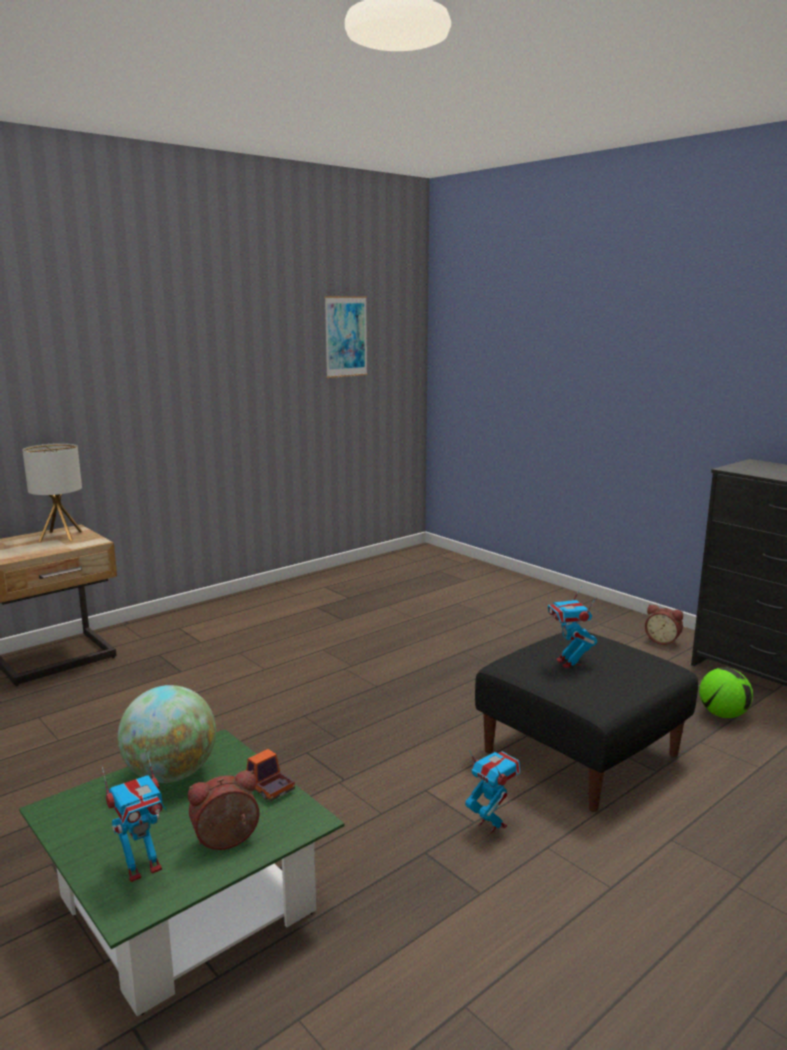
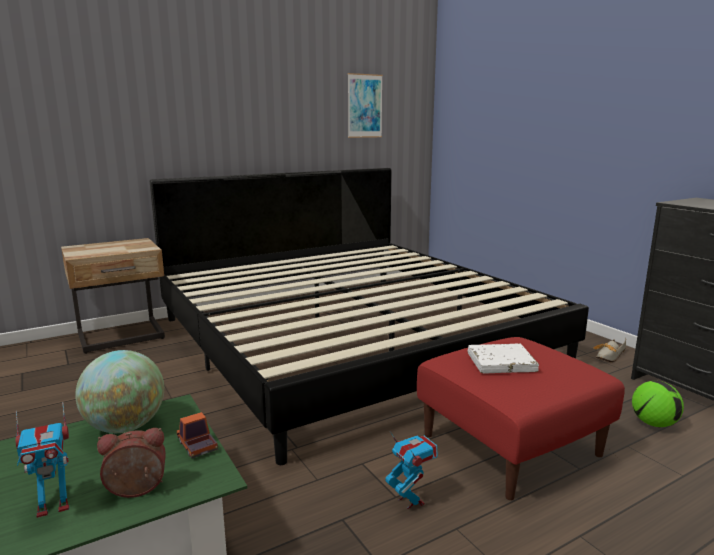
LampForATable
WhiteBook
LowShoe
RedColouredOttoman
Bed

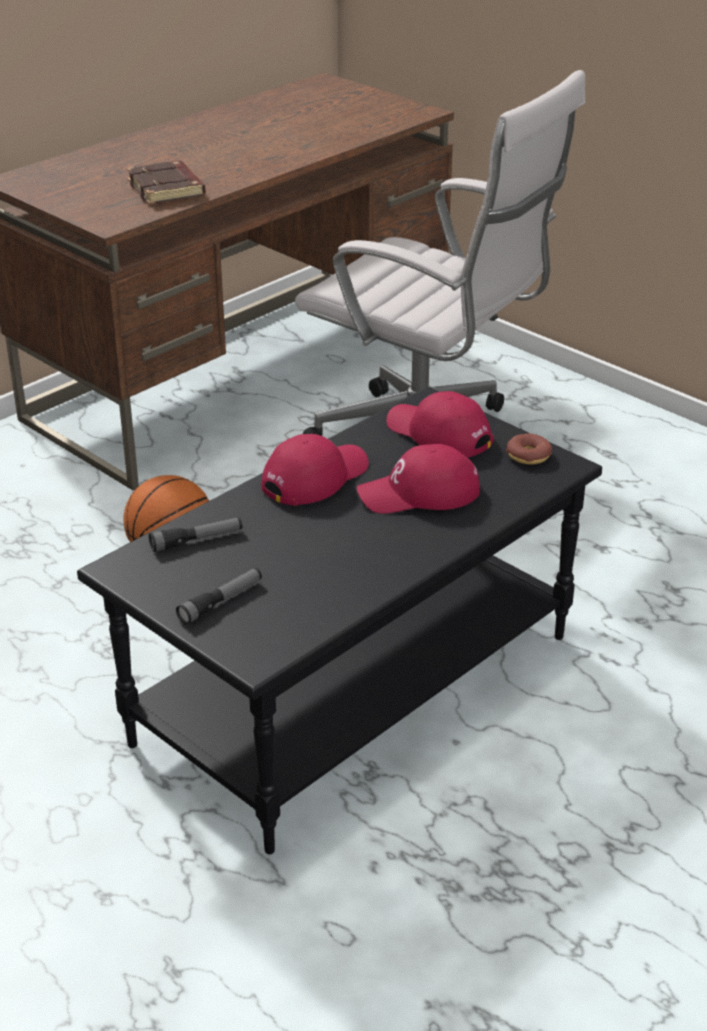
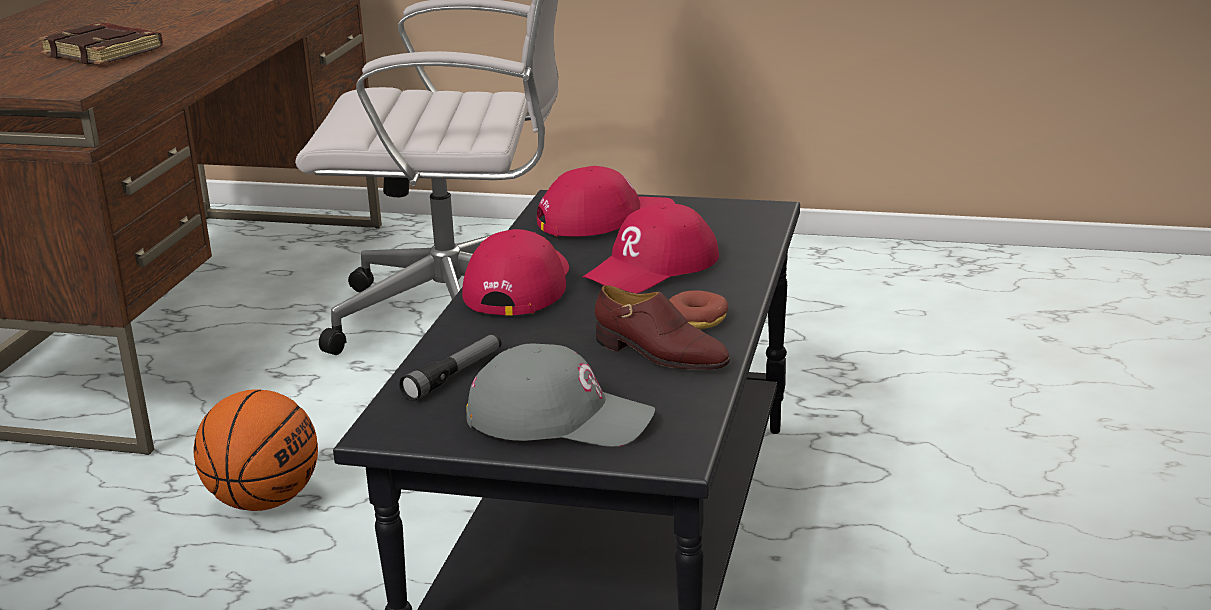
RedColouredCap (no. 2 from left)
Donut
GreyCap
BrownishLowShoe

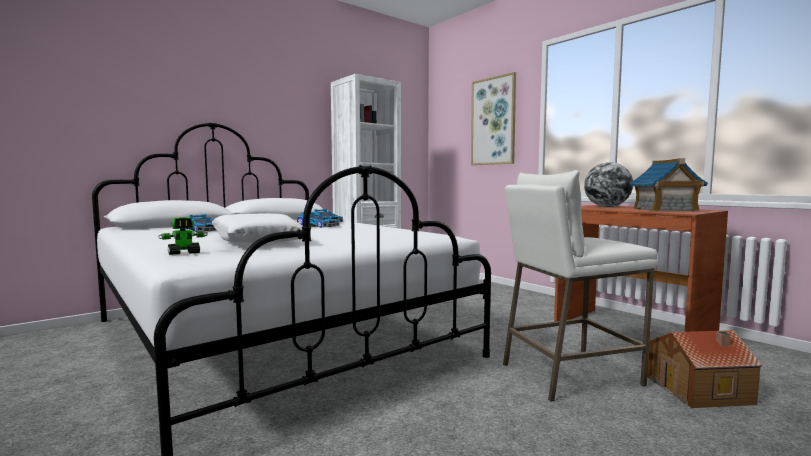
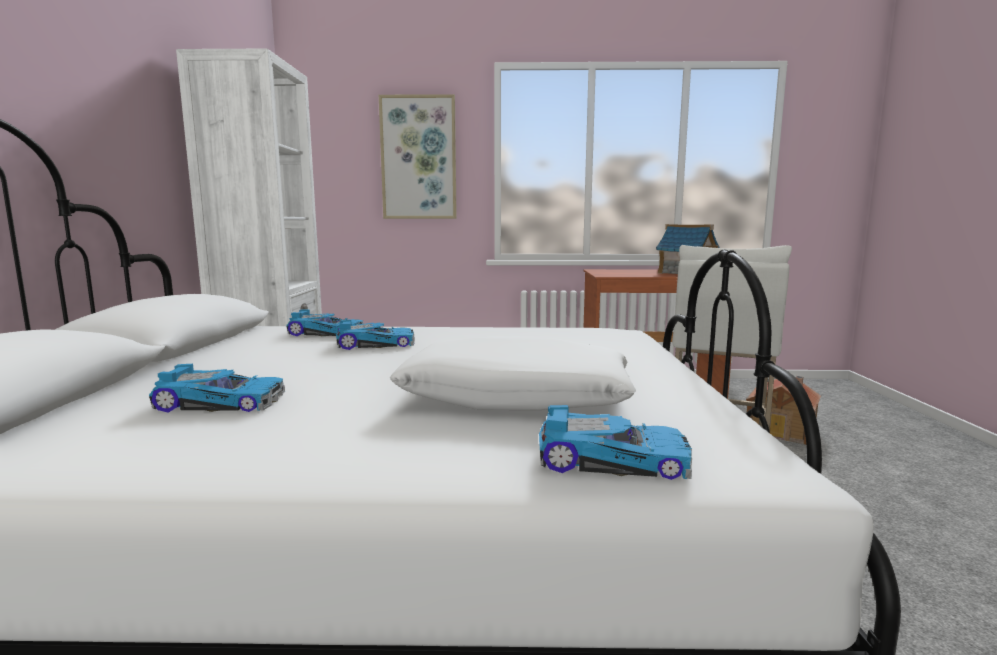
DeskGlobe
MiniatureCar (no. 4 from left)

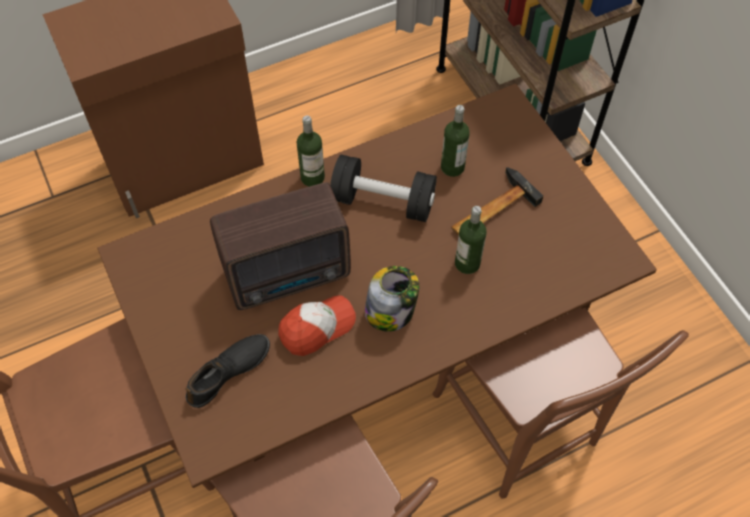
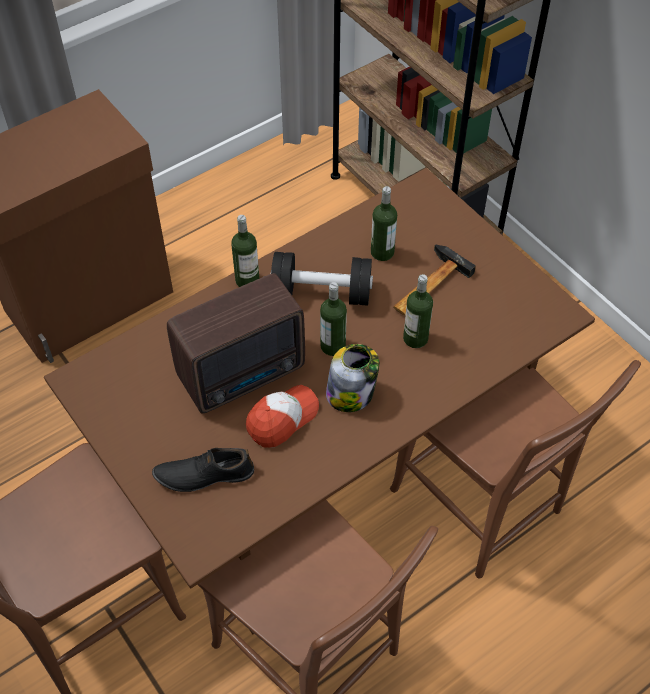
BlackColouredLowShoe
Bottle (no. 2 from left)

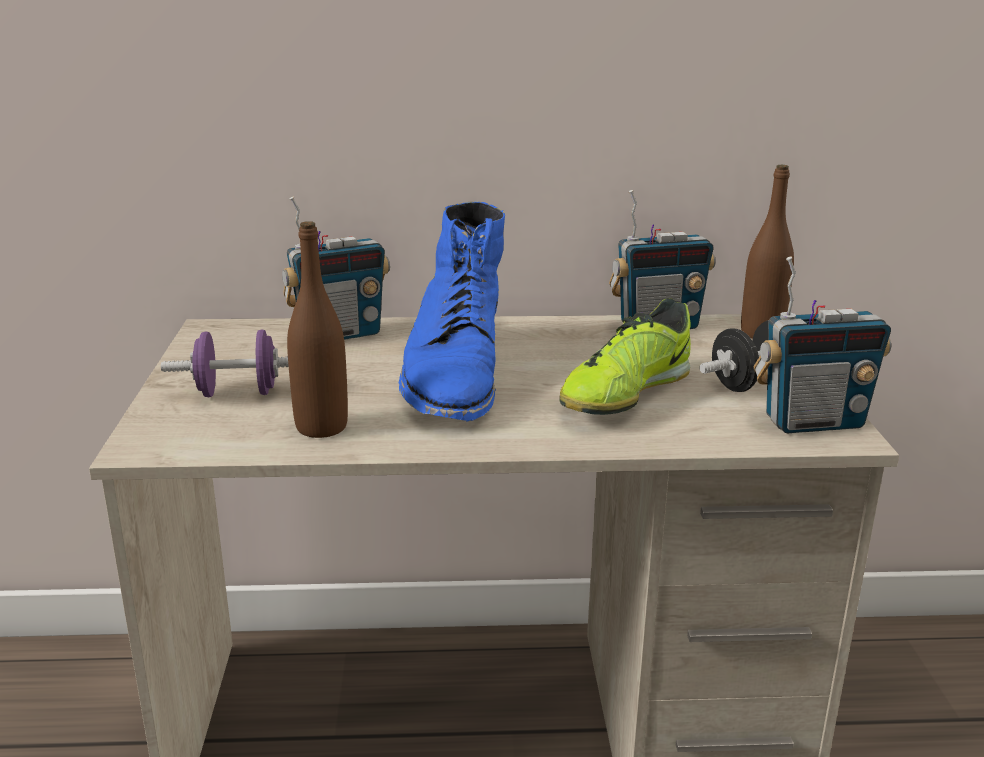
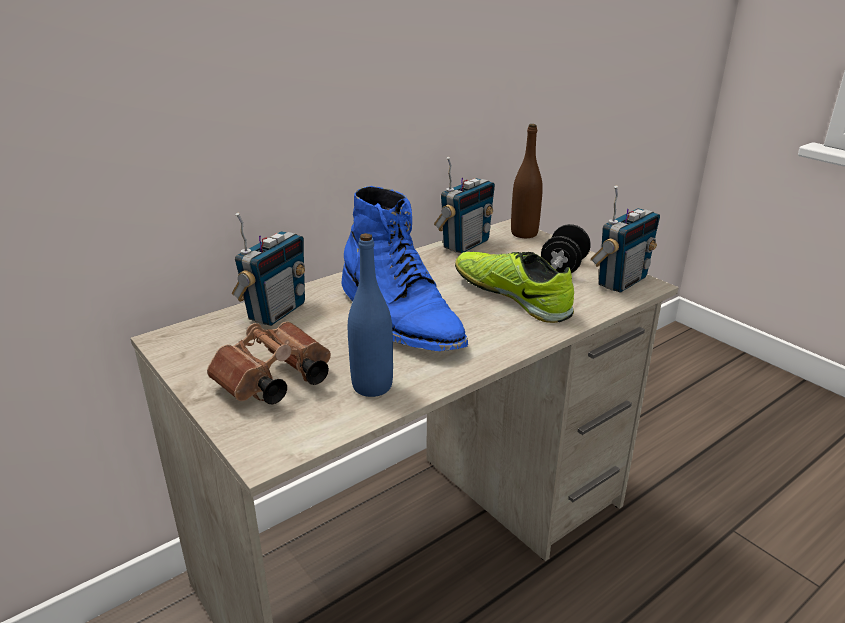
BluishBottle
LowShoe
BrownishPairOfBinoculars

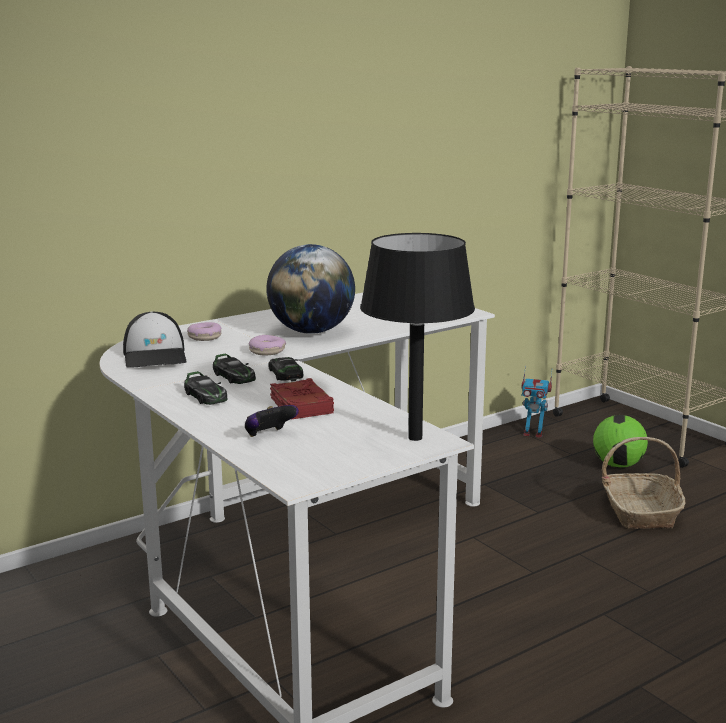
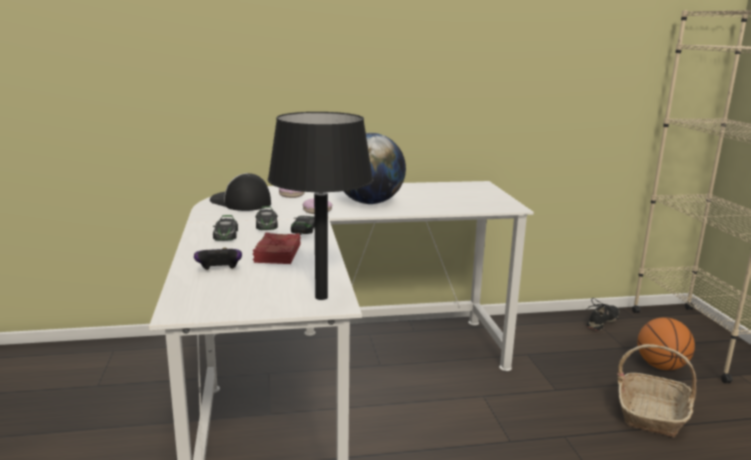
Cap
BlackColouredLowShoe
BallForBasketball

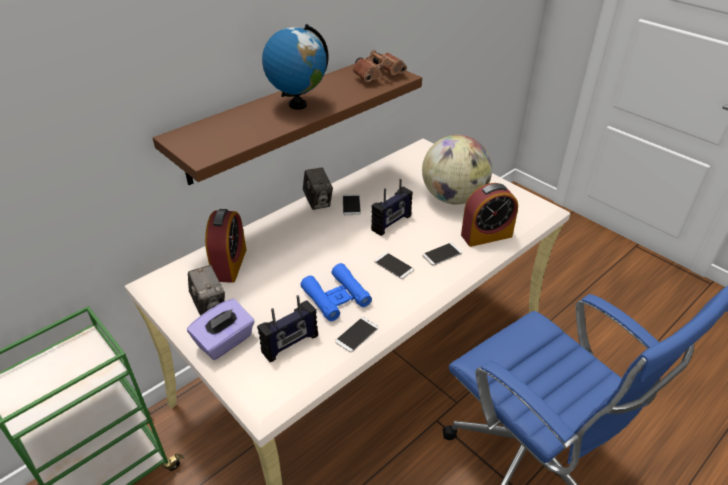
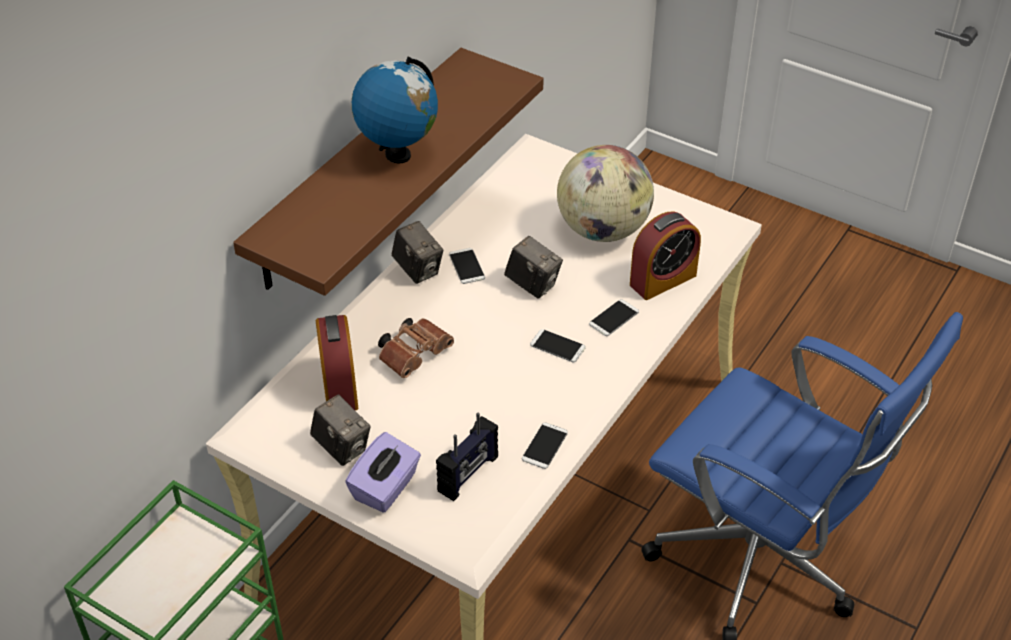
BrownishPairOfBinoculars
StillCamera (no. 3 from left)
BluishPairOfBinoculars

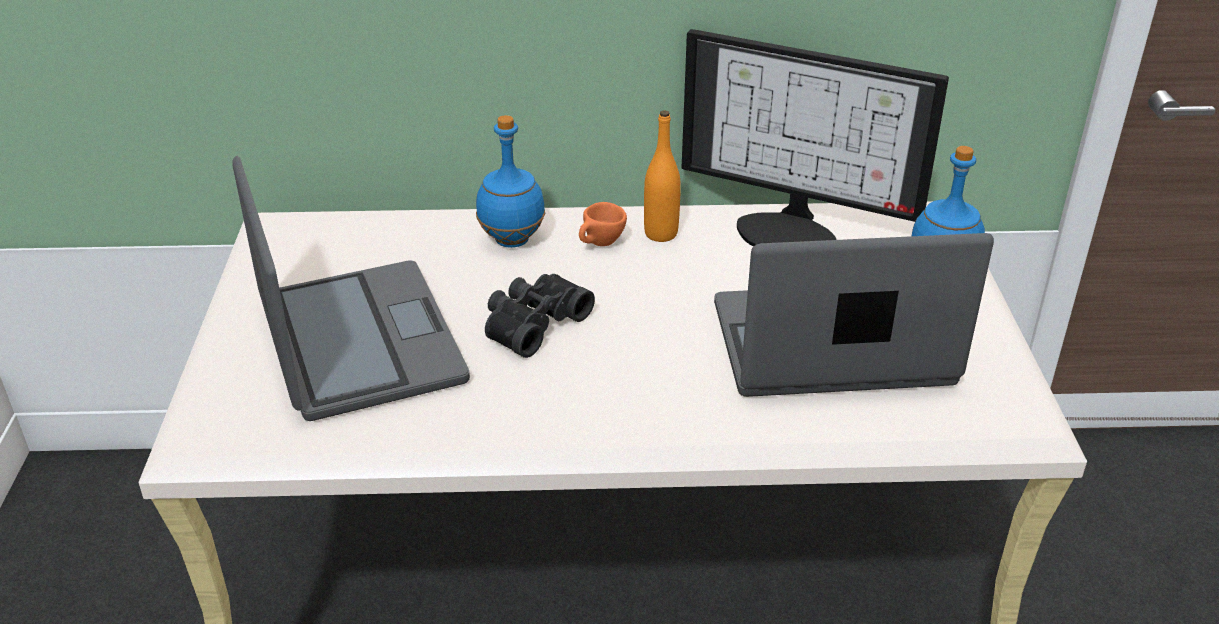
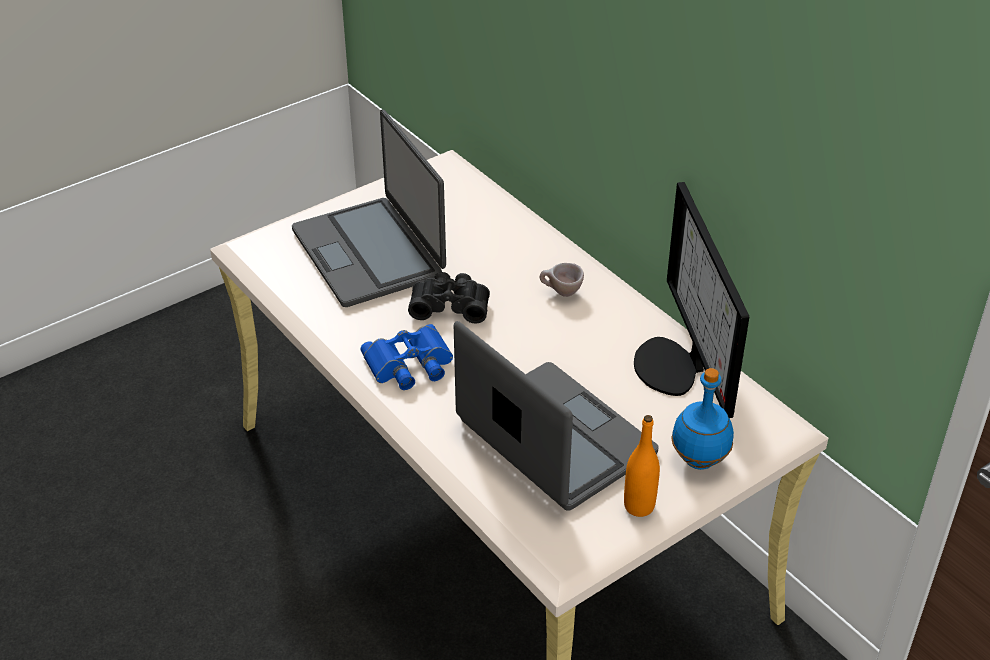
OrangeColouredBottle
BluishBottle (no. 1 from left in the first image)
NotebookComputer (no. 1 from left)
BeigeColouredSmallCup
BluishPairOfBinoculars

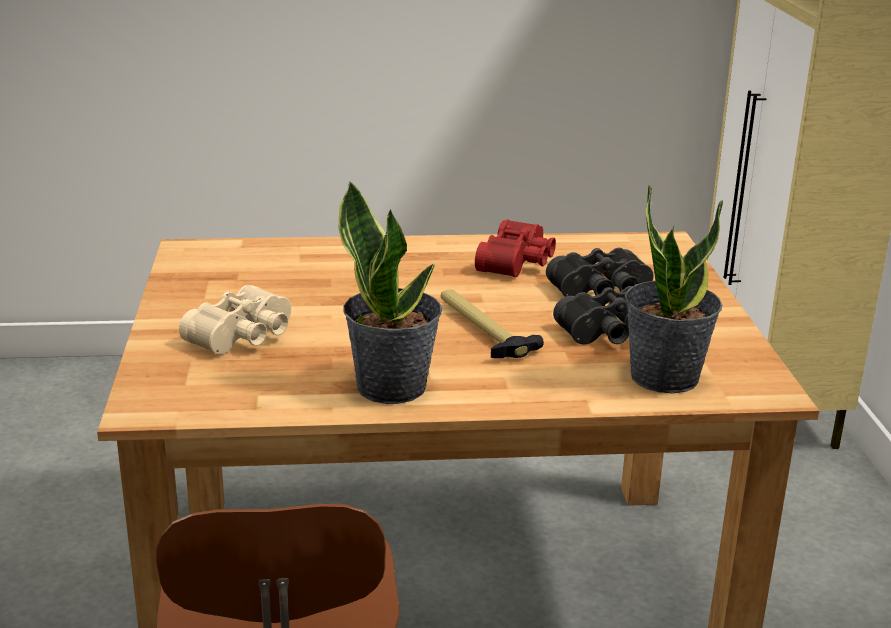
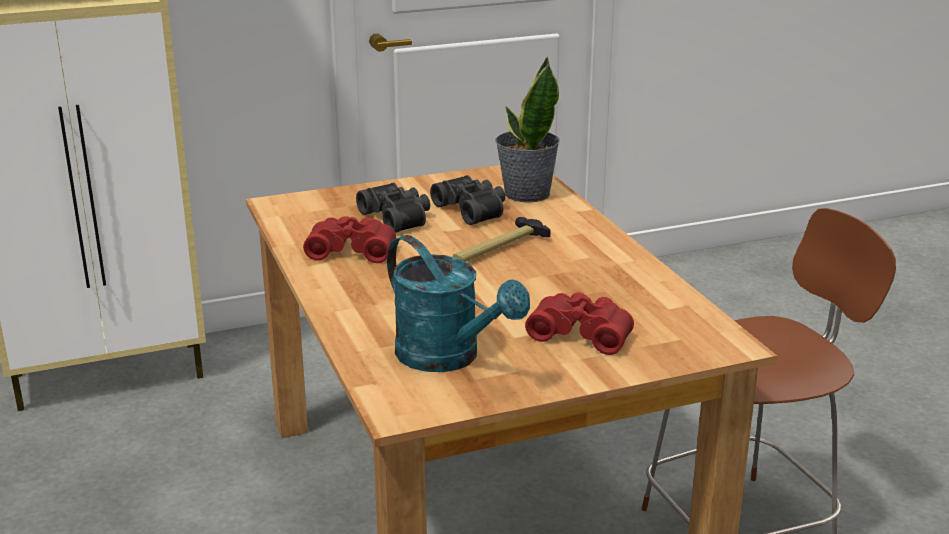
PottedPlant (no. 1 from left in the first image)
RedColouredPairOfBinoculars (no. 2 from left)
TurquoiseColouredWateringPot

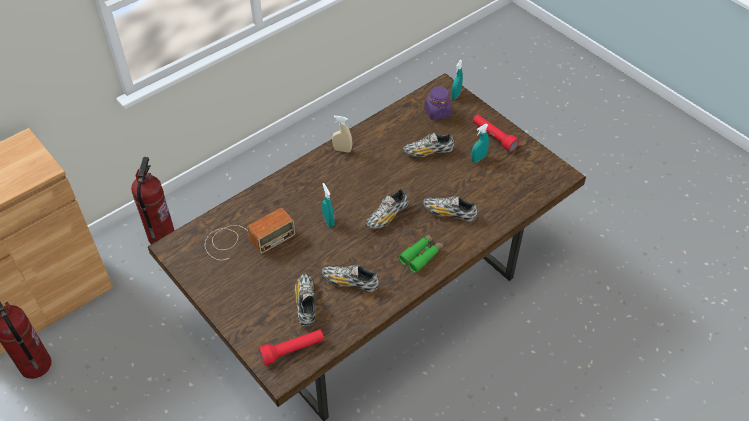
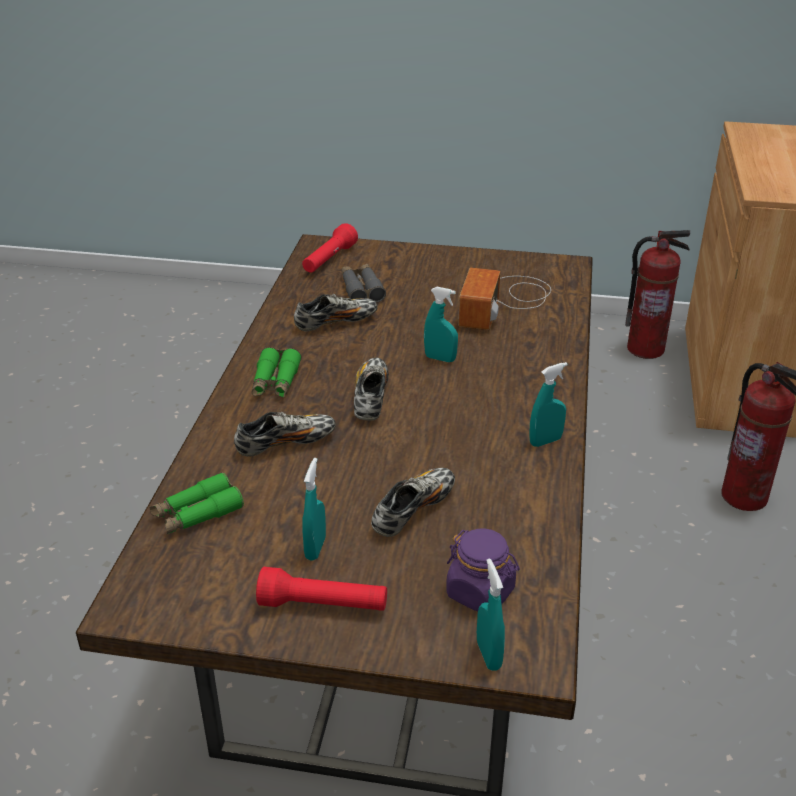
TurquoiseColouredSprayer (no. 4 from left)
GreyPairOfBinoculars
GreenishPairOfBinoculars (no. 1 from left)

